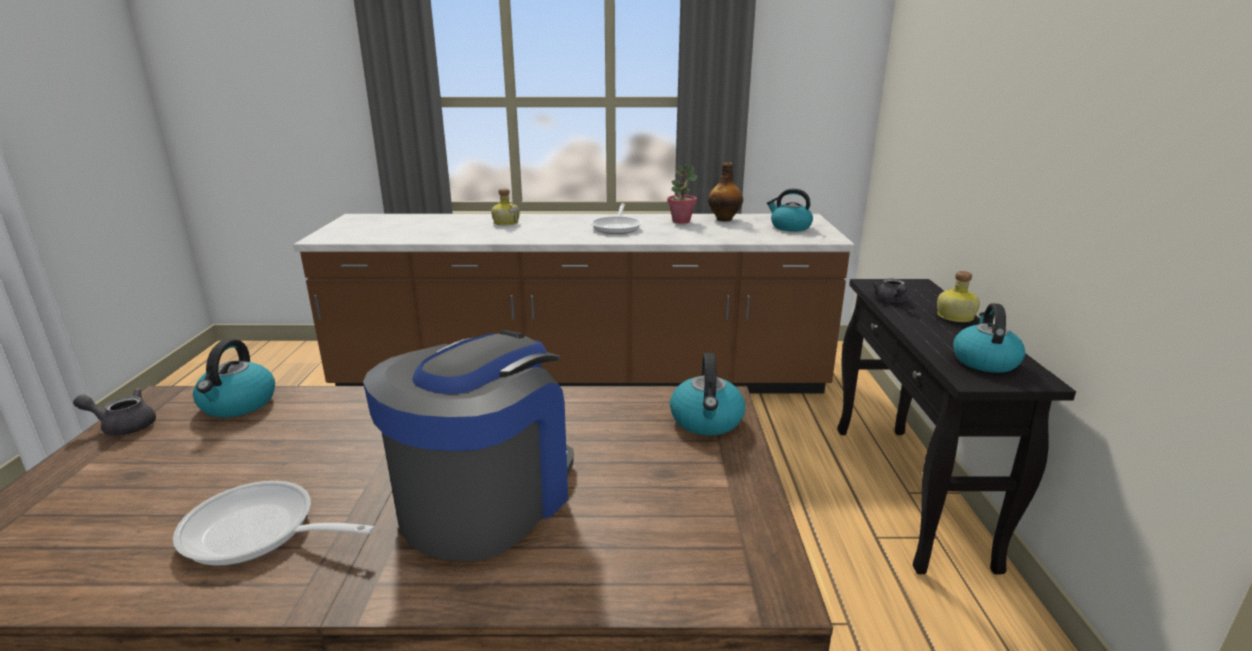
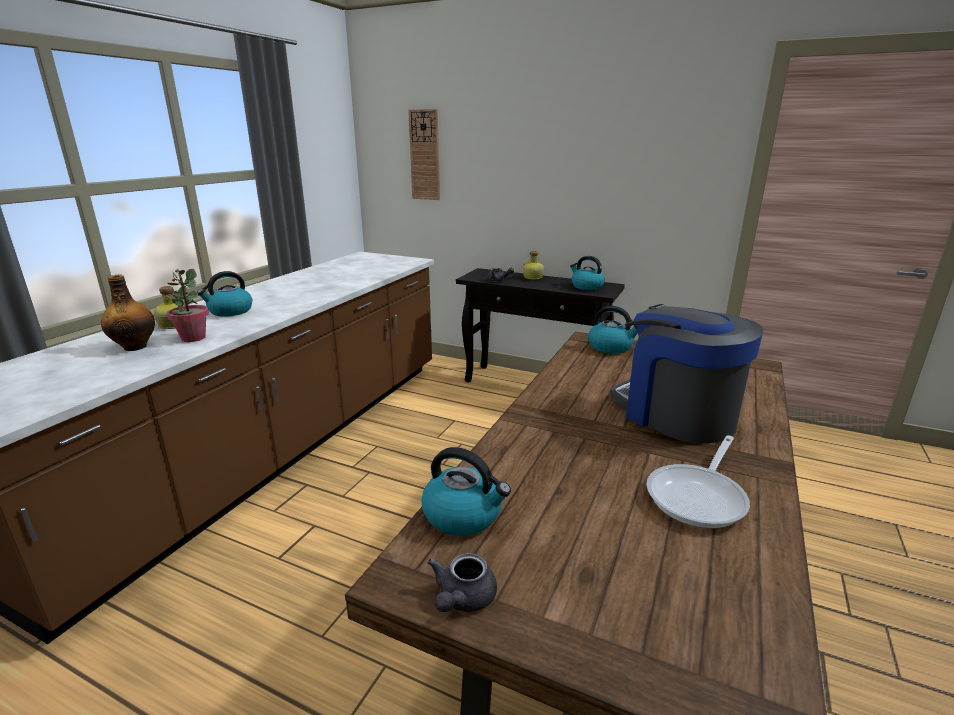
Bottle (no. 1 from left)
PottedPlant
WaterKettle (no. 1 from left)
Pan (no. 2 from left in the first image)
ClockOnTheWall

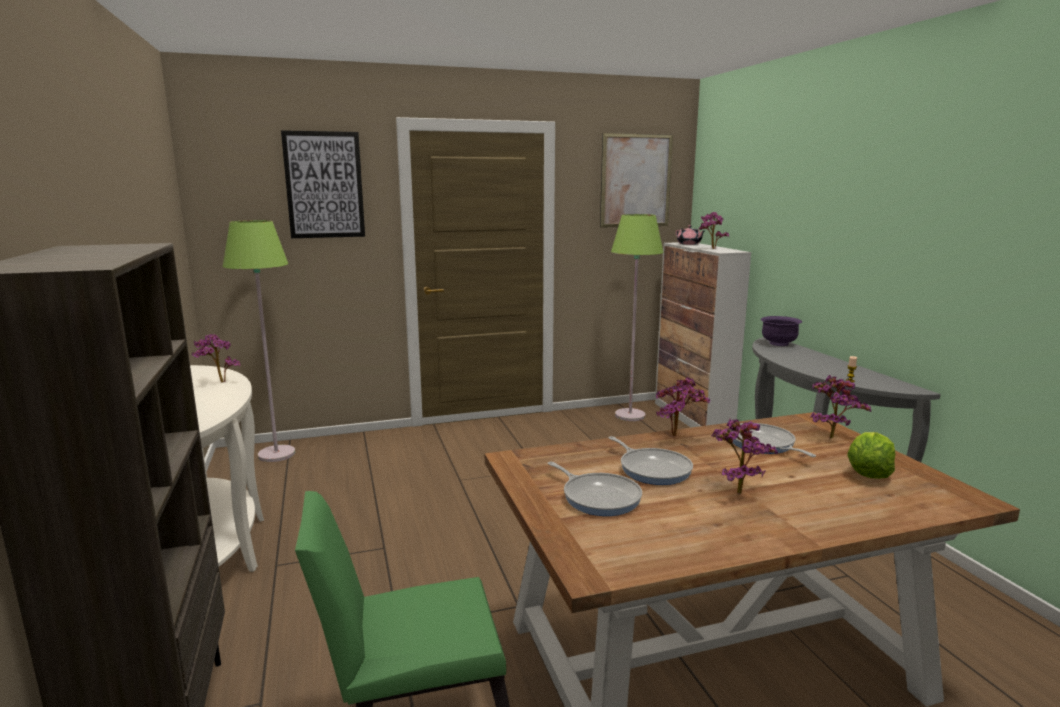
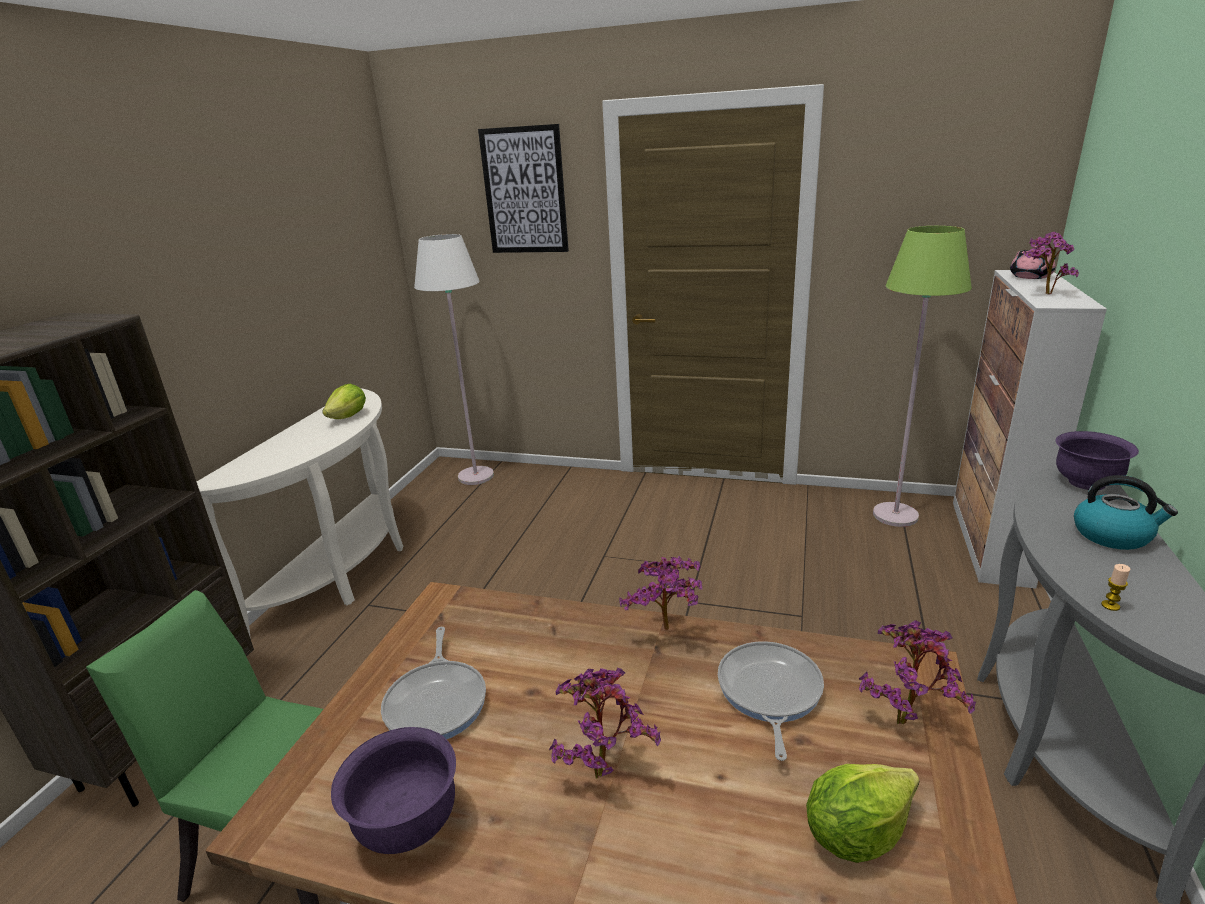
WallPicture (no. 2 from left in the first image)
WhiteStandardLamp
Lettuce (no. 1 from left)
Pan (no. 2 from left in the first image)
WaterKettle
PurpleColouredDeepDish (no. 1 from left)

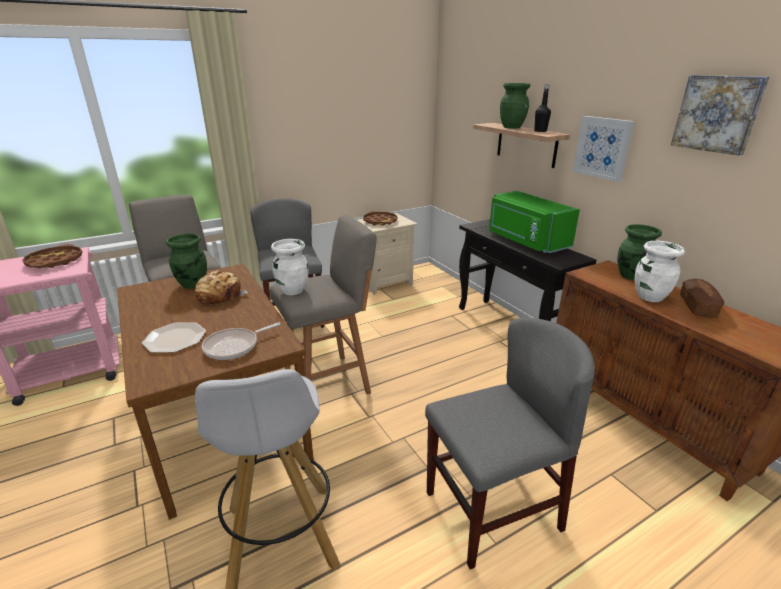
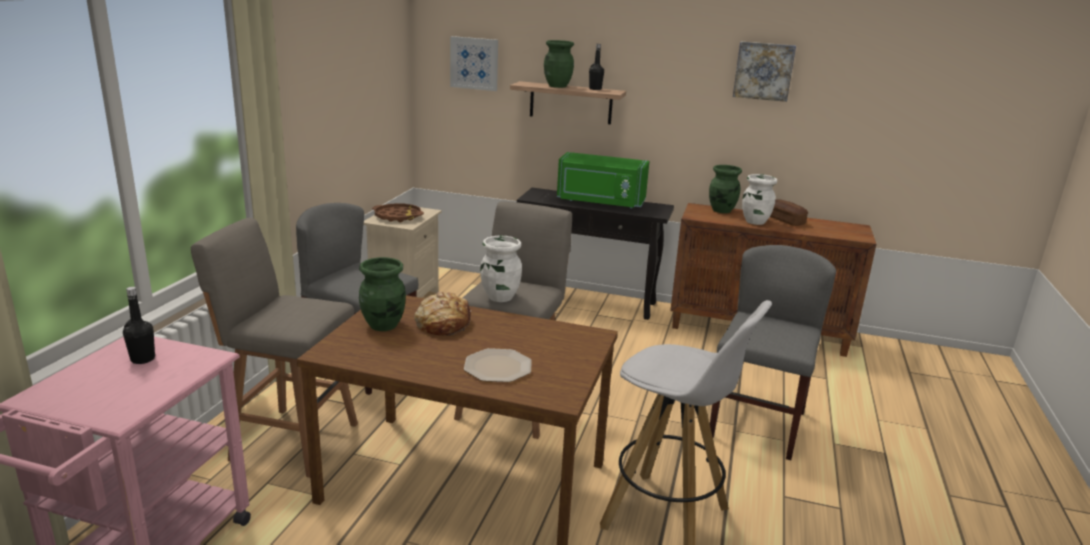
WallPicture (no. 1 from left)
BlackColouredBottle (no. 1 from left)
Pan

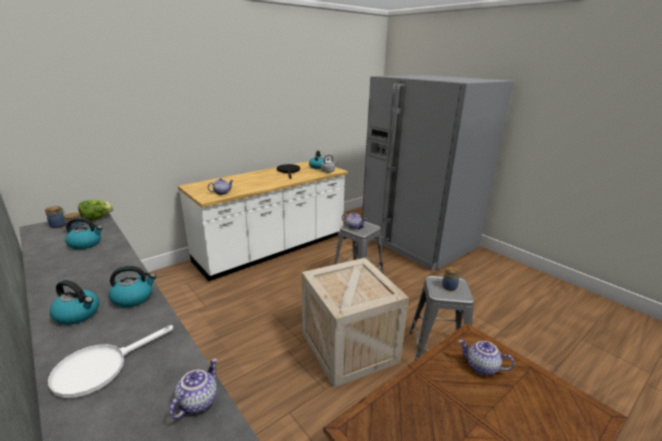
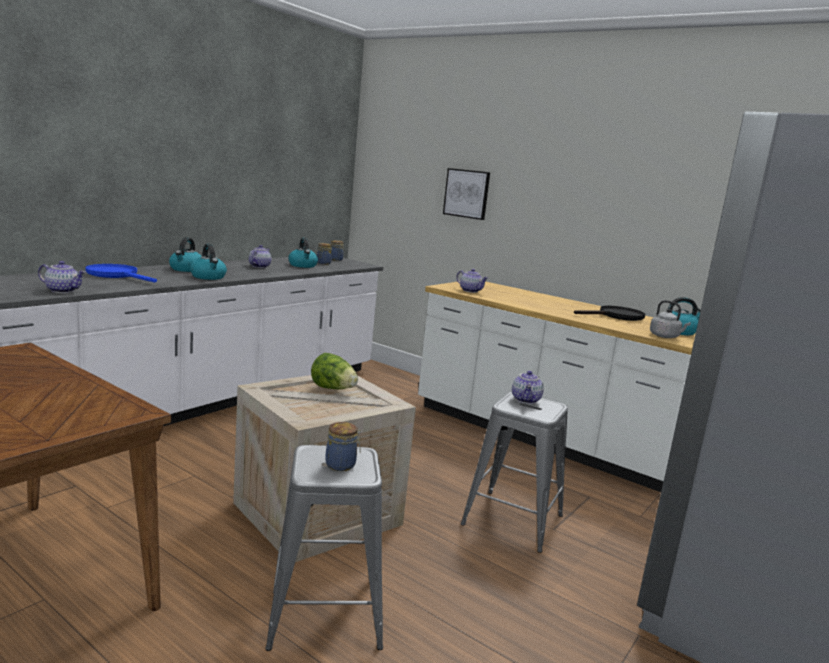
Lettuce
BluishPan
Teapot (no. 2 from left)
WallPicture

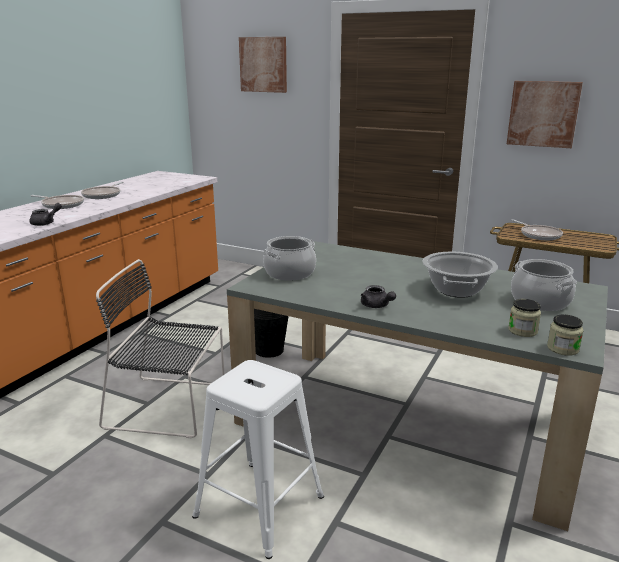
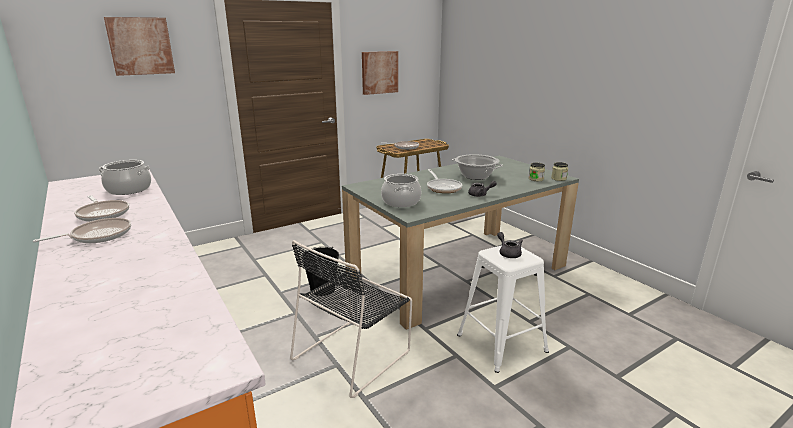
GreyTeapot (no. 2 from left)
Stockpot (no. 1 from left)
Pan (no. 4 from left)

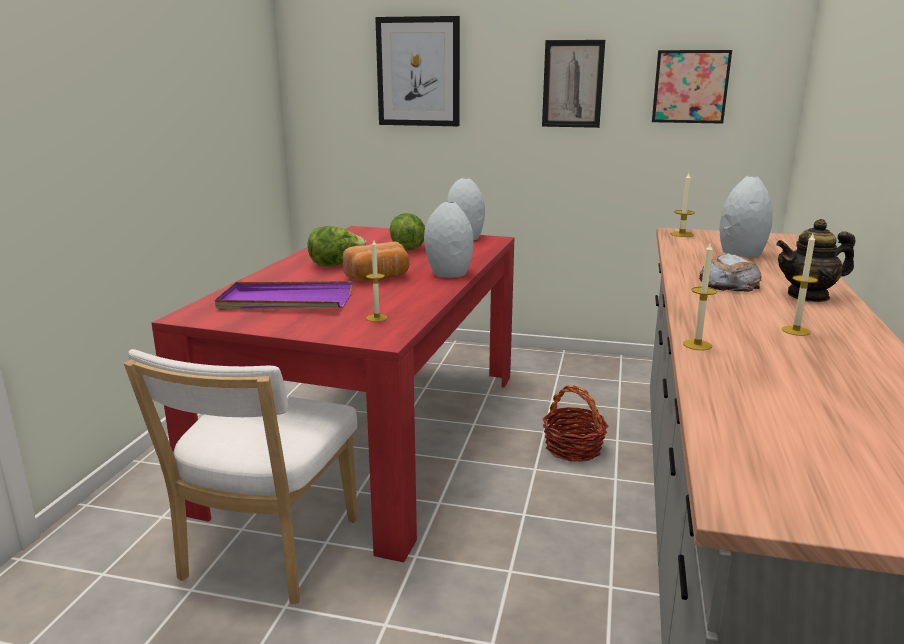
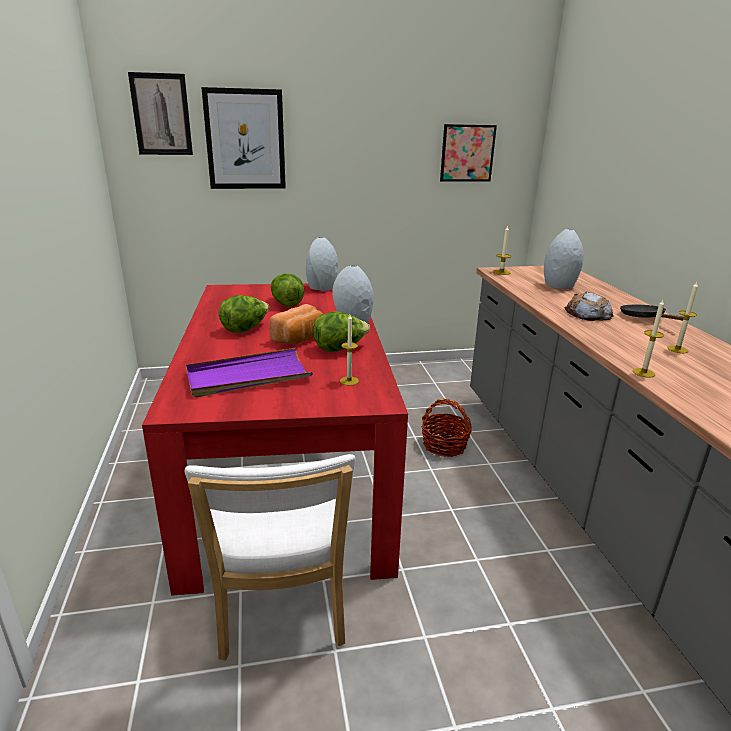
WallPicture (no. 1 from left)
BlackColouredPan
Lettuce (no. 3 from left)

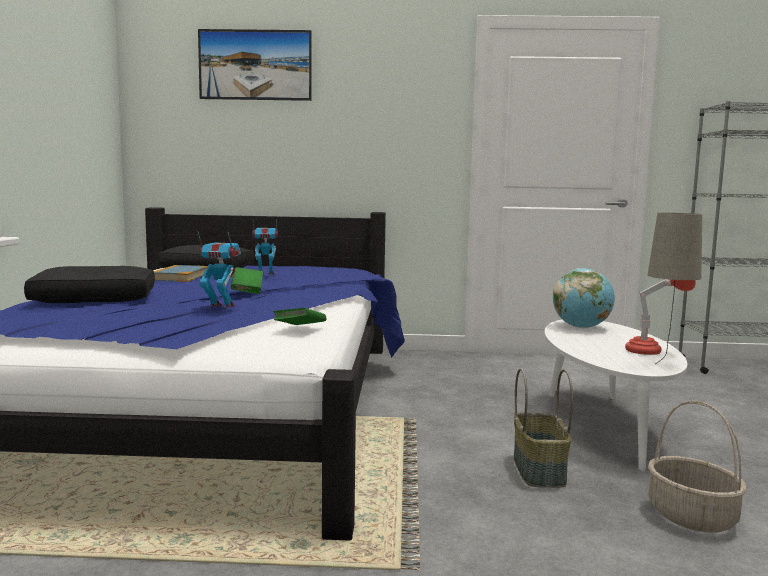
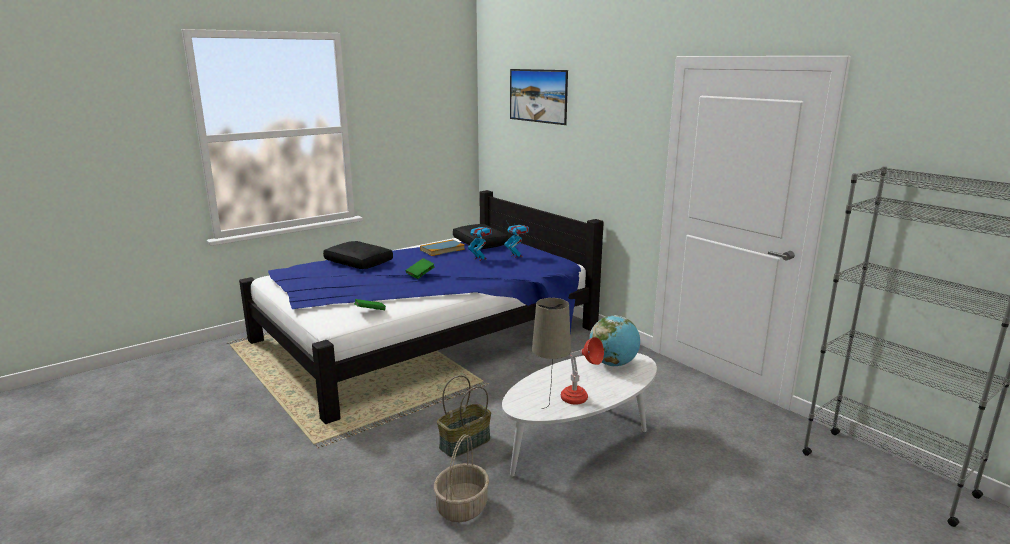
ToyRobot (no. 2 from left)

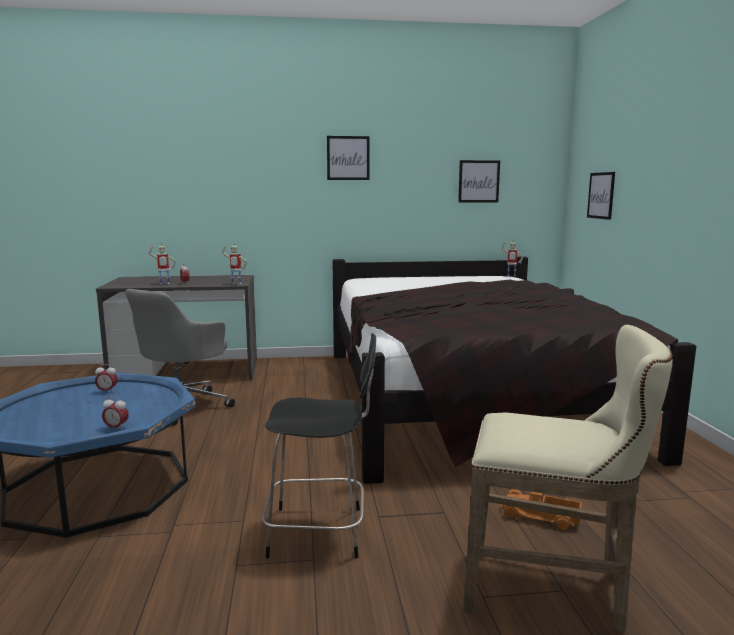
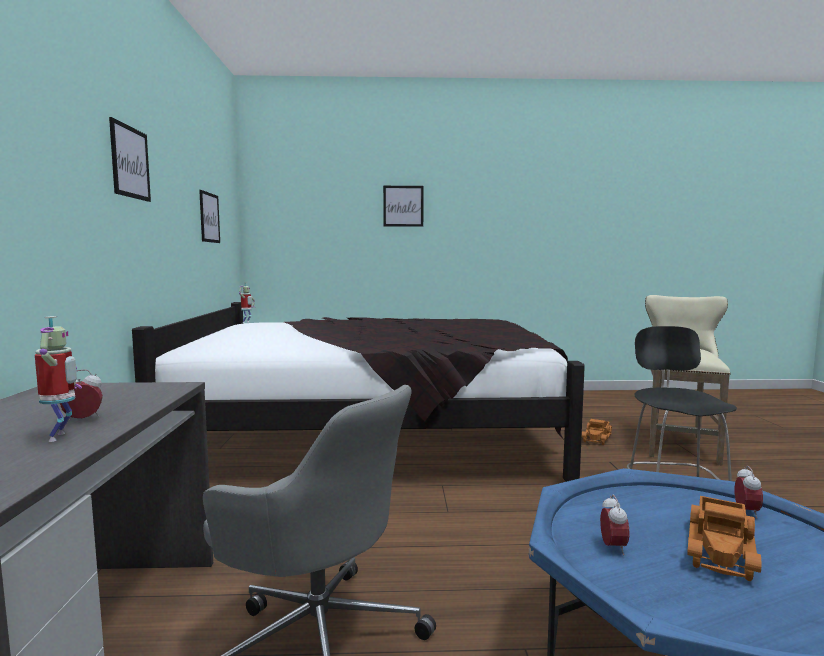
WallPicture (no. 3 from left)
ToyRobot (no. 2 from left in the first image)
ToyLorry (no. 2 from left)

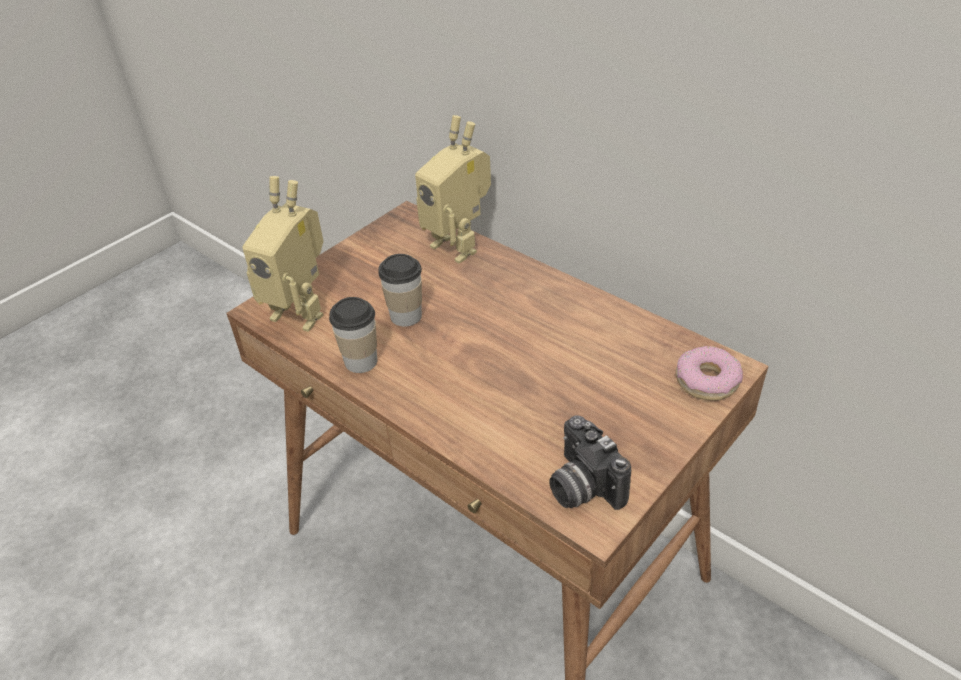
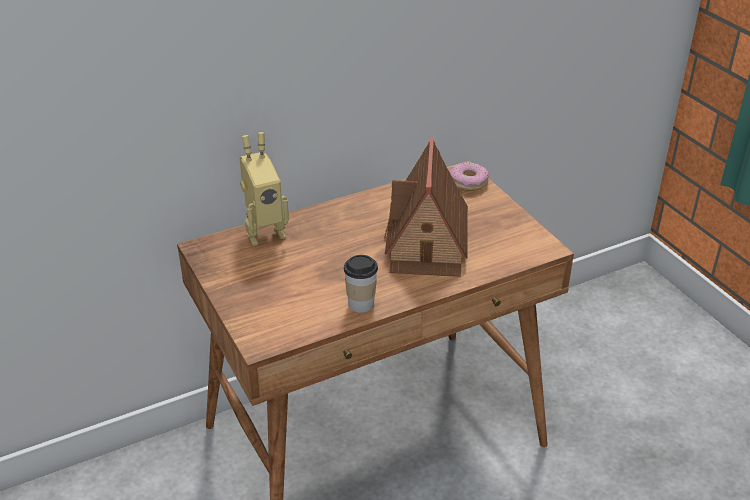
ToyRobot (no. 1 from left in the first image)
SmallCup (no. 2 from left in the first image)
StillCamera
ModelHouse

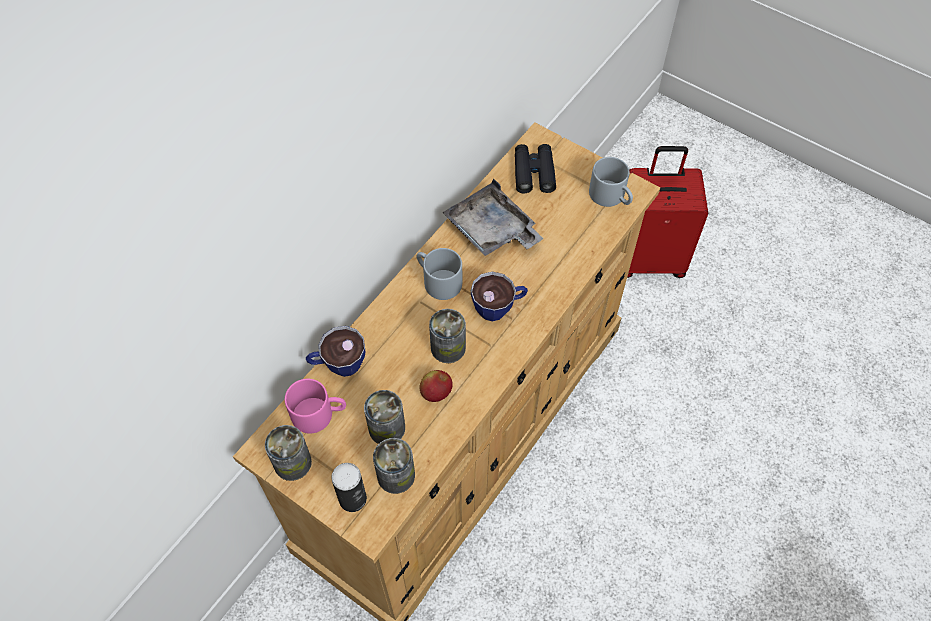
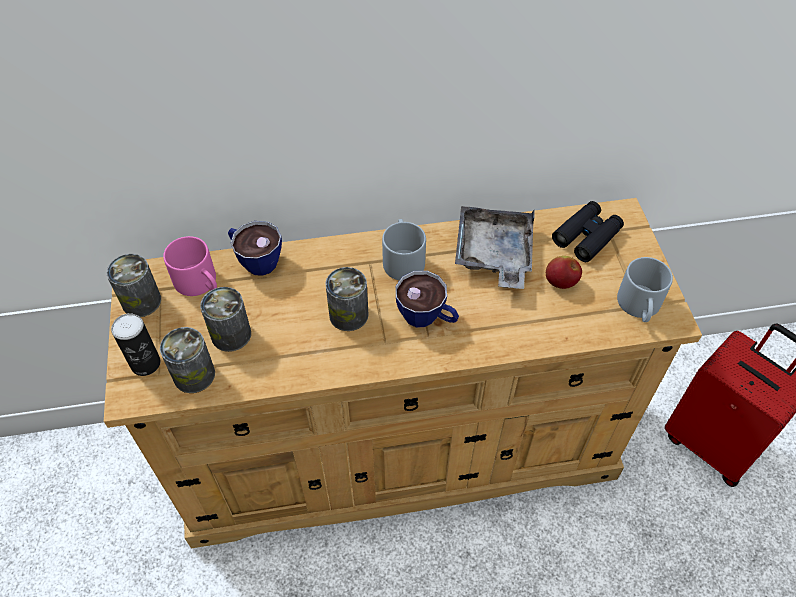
Apple

